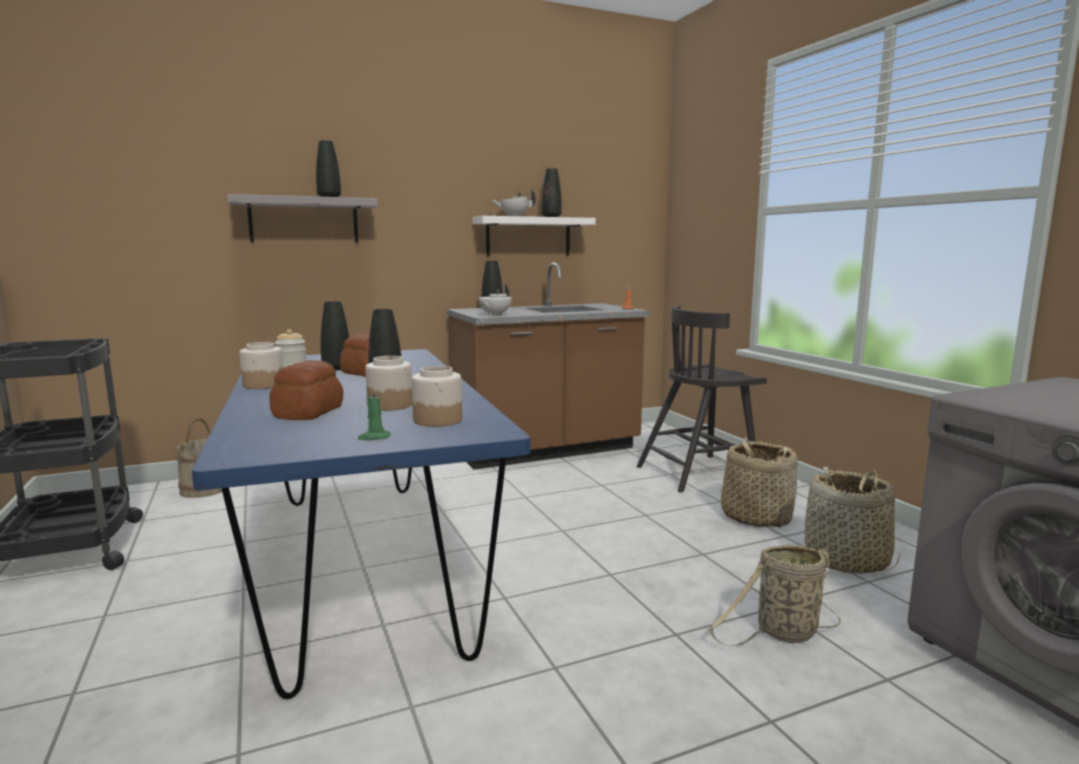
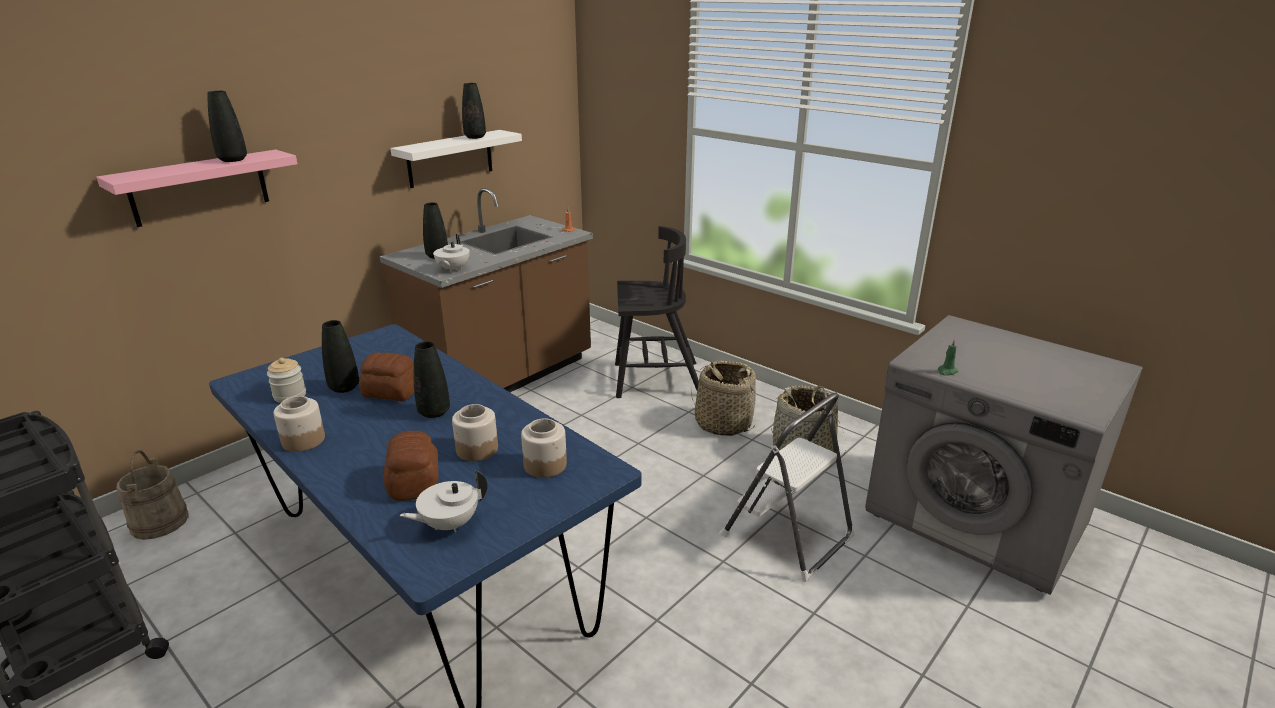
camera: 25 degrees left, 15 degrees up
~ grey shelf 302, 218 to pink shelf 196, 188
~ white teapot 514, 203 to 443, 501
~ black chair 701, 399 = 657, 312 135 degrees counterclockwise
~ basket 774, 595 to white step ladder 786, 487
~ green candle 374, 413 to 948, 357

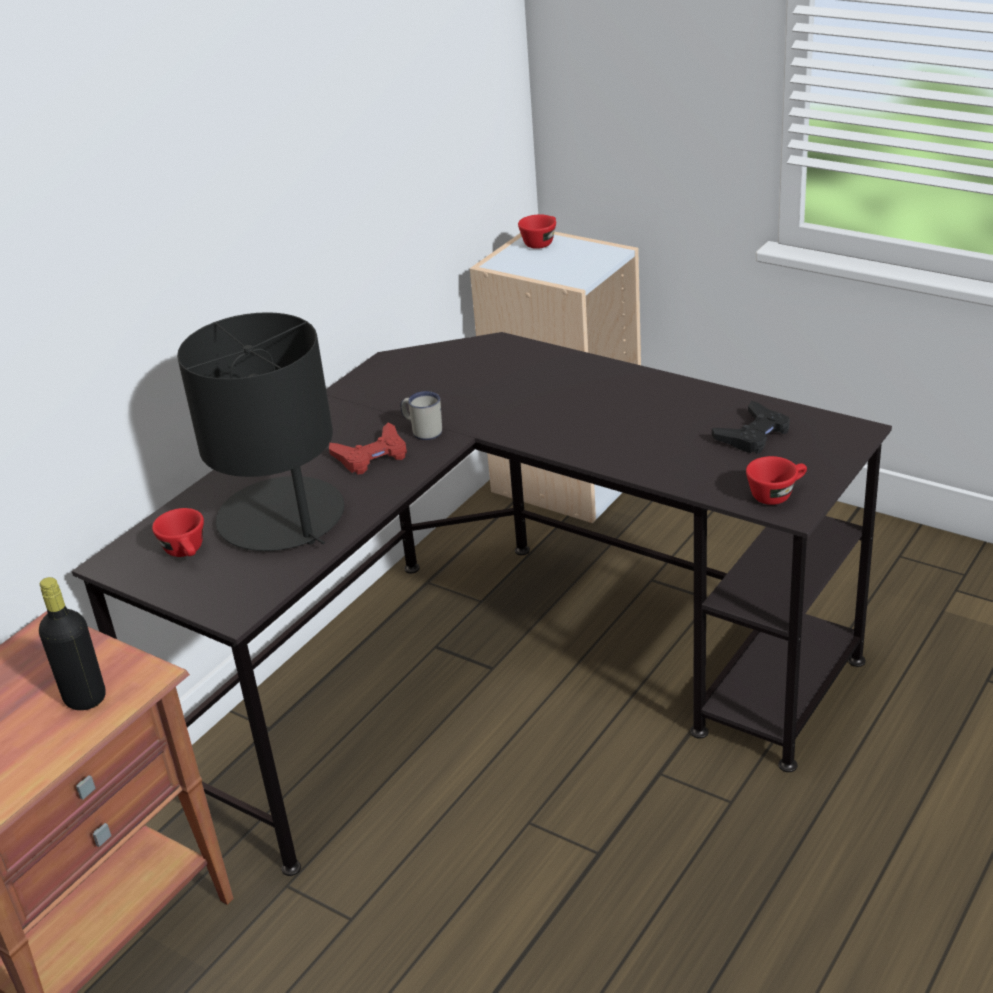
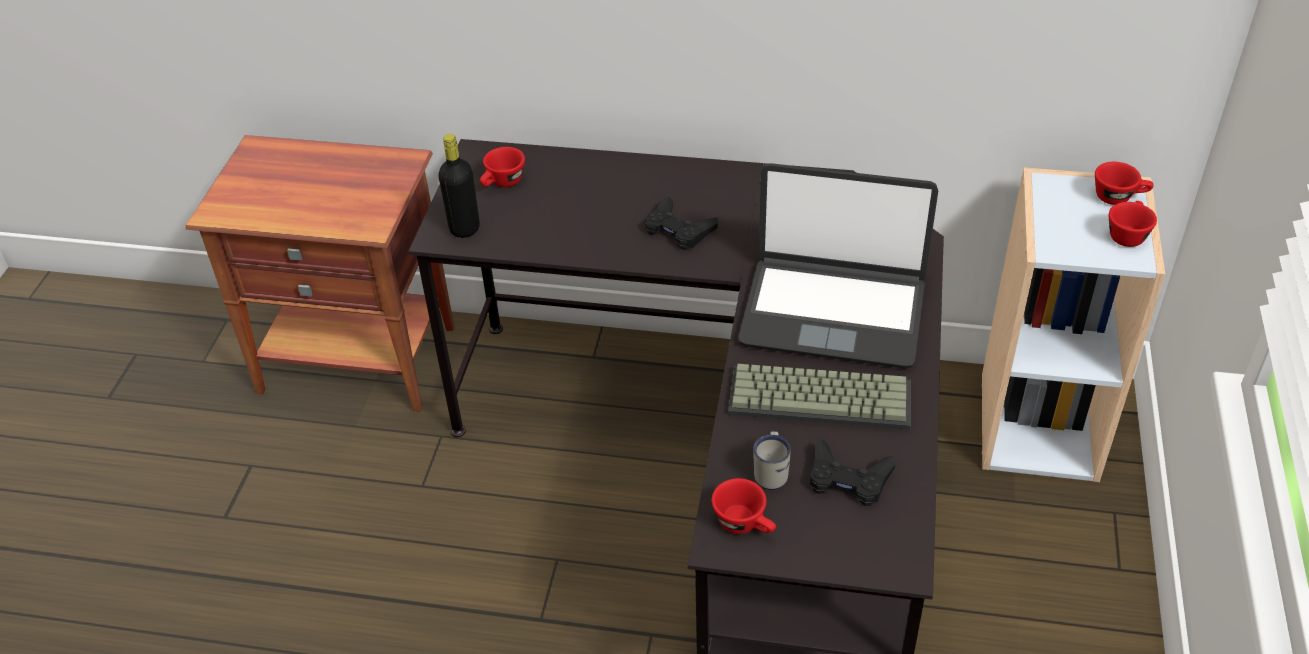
camera: 65 degrees right, 10 degrees up
~ black bottle 72, 643 to 459, 186
~ red game controller 368, 448 to black game controller 681, 223
+ keyboard 819, 397
+ laptop 838, 266
~ white mug 421, 415 to 772, 460
+ red cup 1133, 224
- black table lamp 260, 431

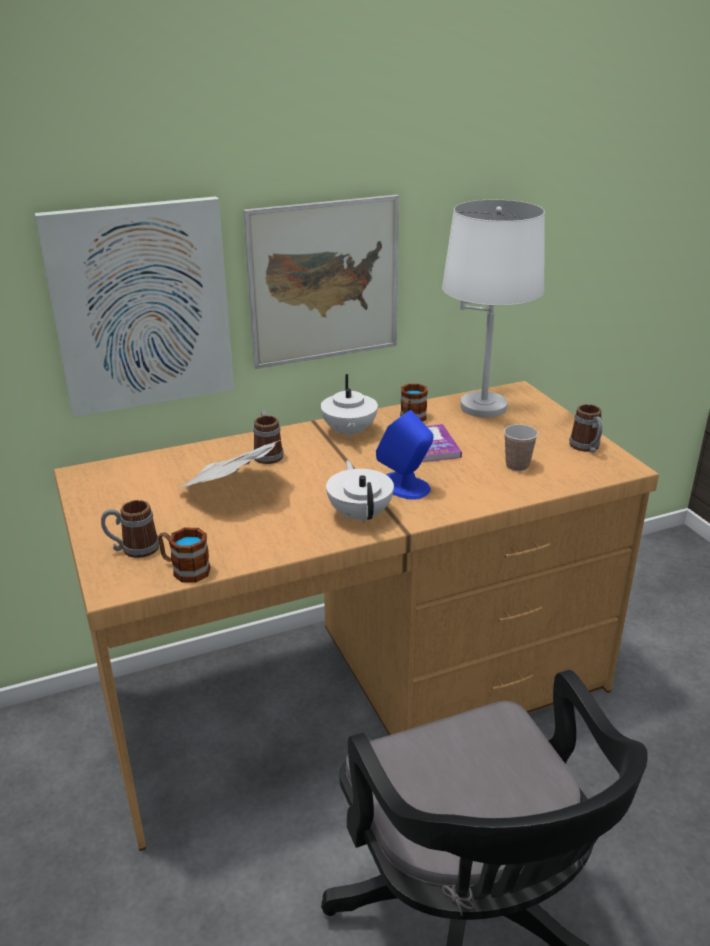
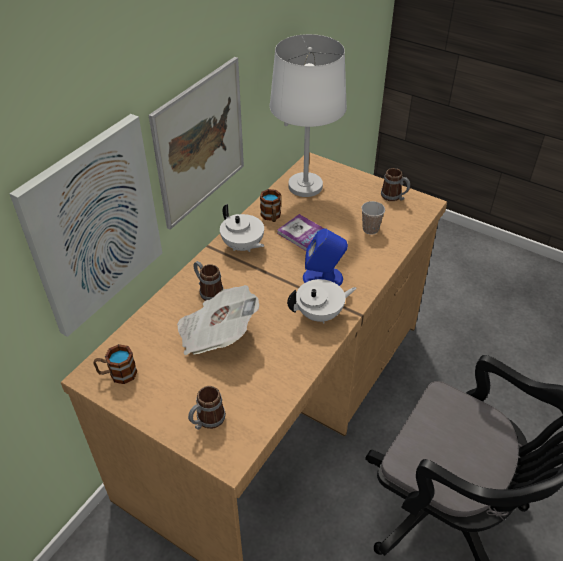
camera: 35 degrees left, 15 degrees up
~ mug 184, 555 to 115, 364
~ white teapot 360, 492 = 322, 301 120 degrees clockwise

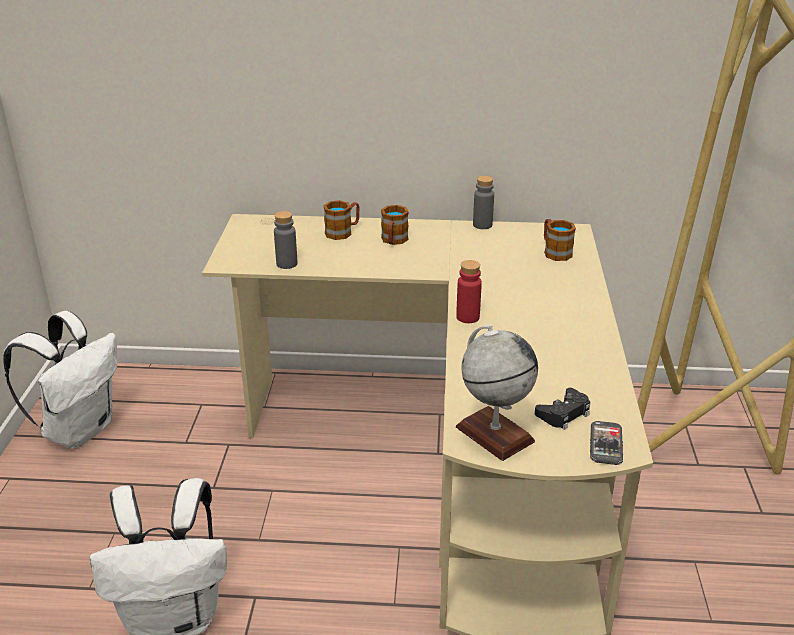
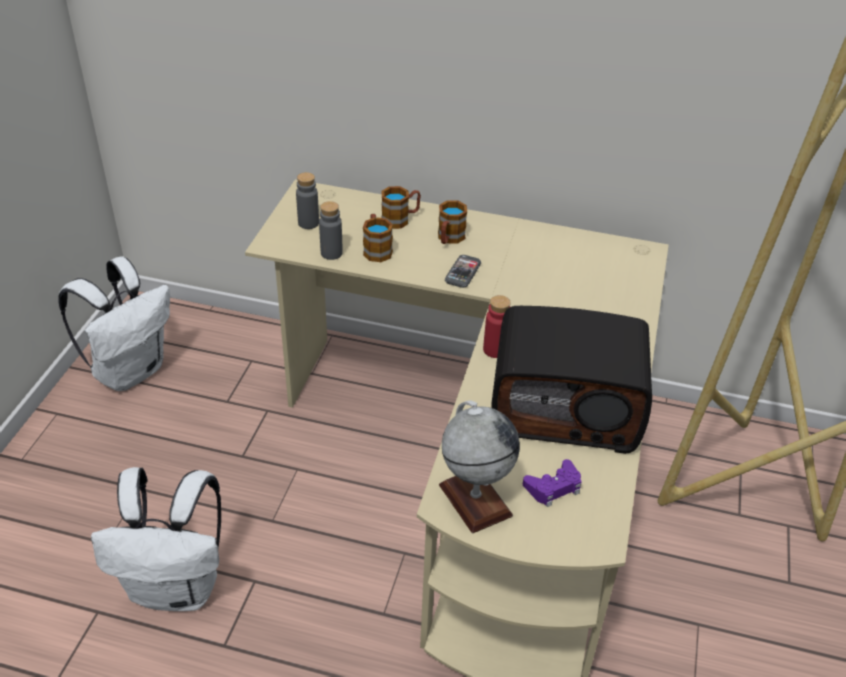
camera: 10 degrees right, 10 degrees up
~ grey bottle 483, 202 to 307, 200
~ mug 560, 240 to 378, 238
~ phone 606, 443 to 463, 271
+ radio 571, 380
~ black game controller 562, 409 to purple game controller 552, 483

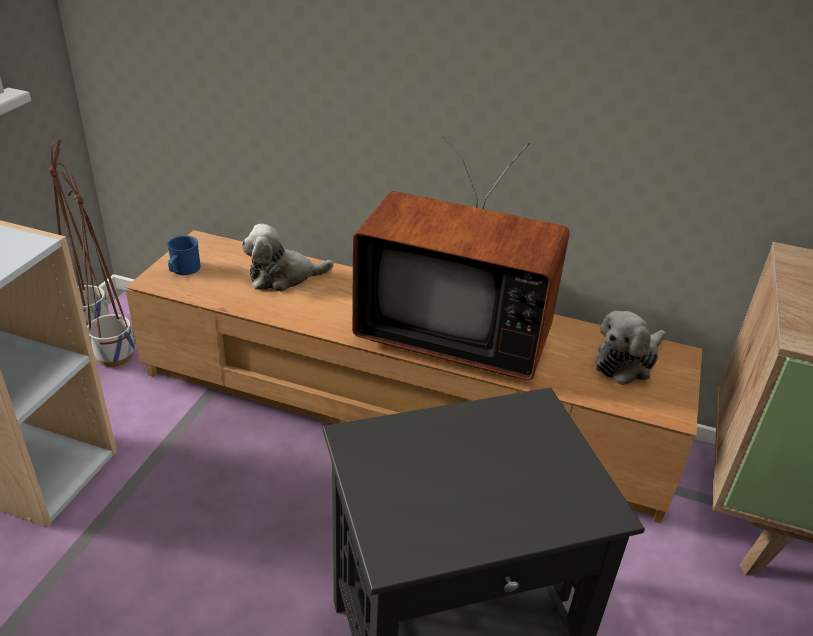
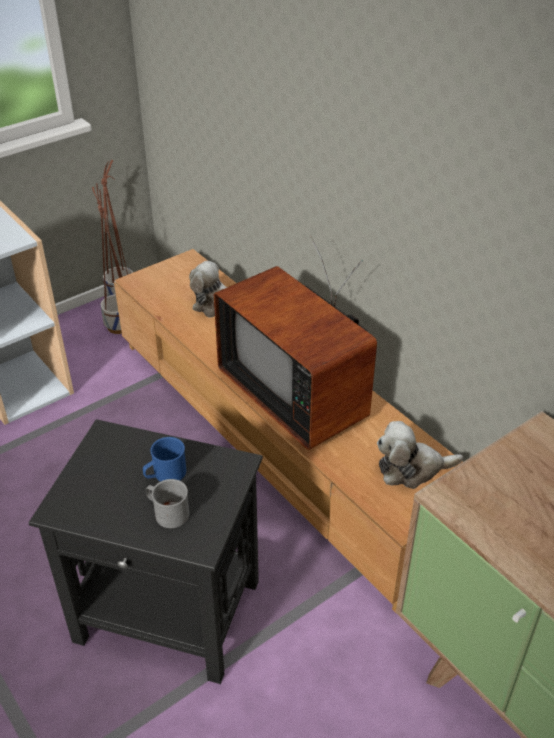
camera: 35 degrees right, 5 degrees up
~ blue mug 184, 255 to 164, 459
+ grey mug 167, 503

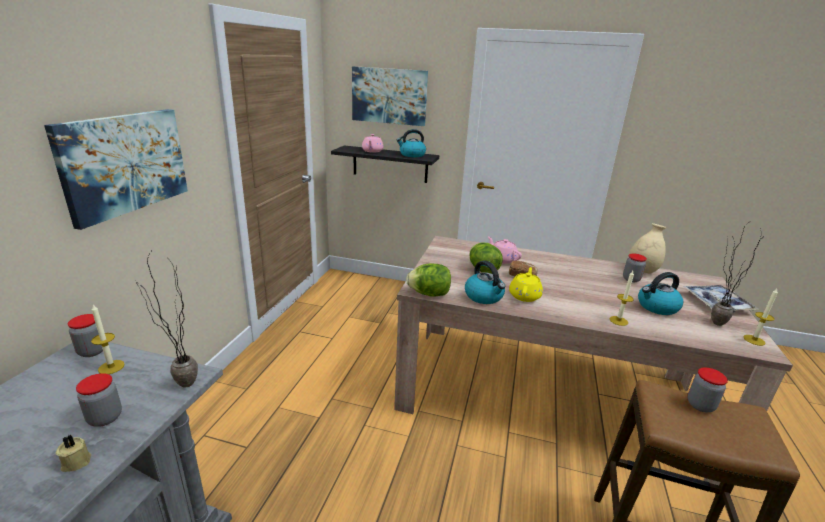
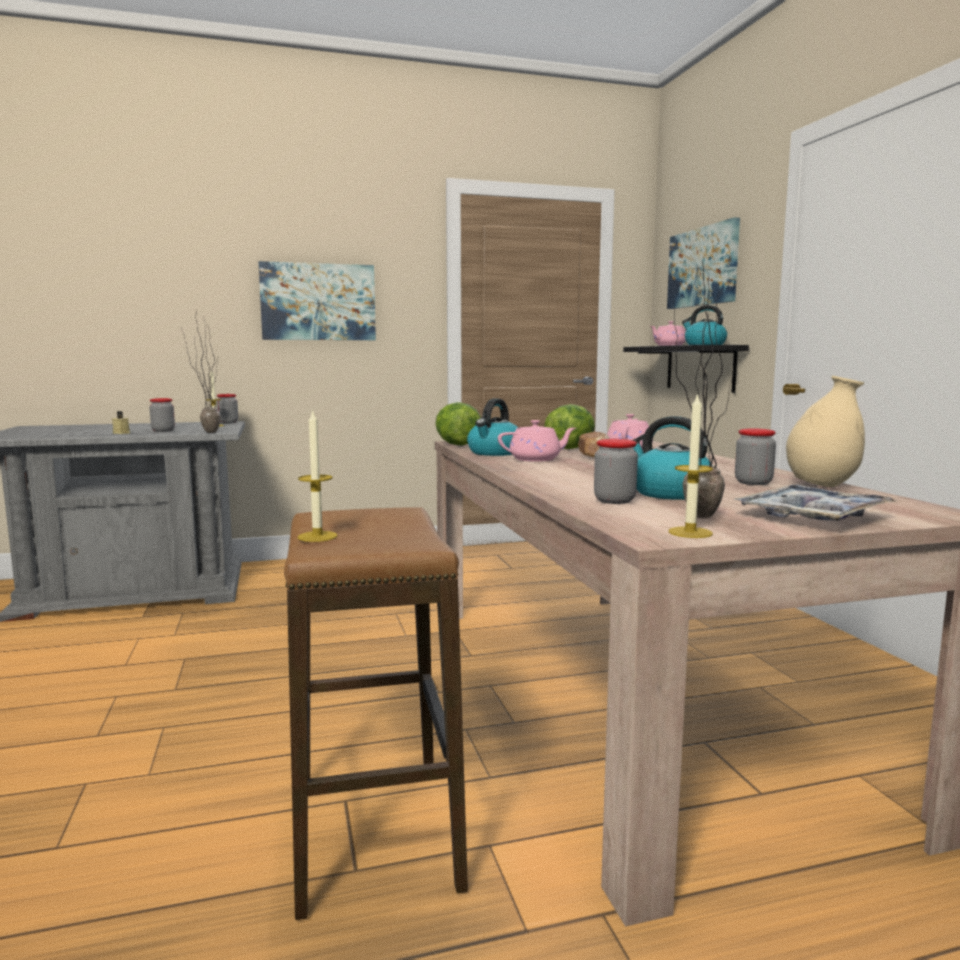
camera: 60 degrees right, 15 degrees down
~ candle 622, 298 to 318, 476
~ yellow teapot 526, 284 to pink teapot 537, 441
~ jar 708, 389 to 616, 471

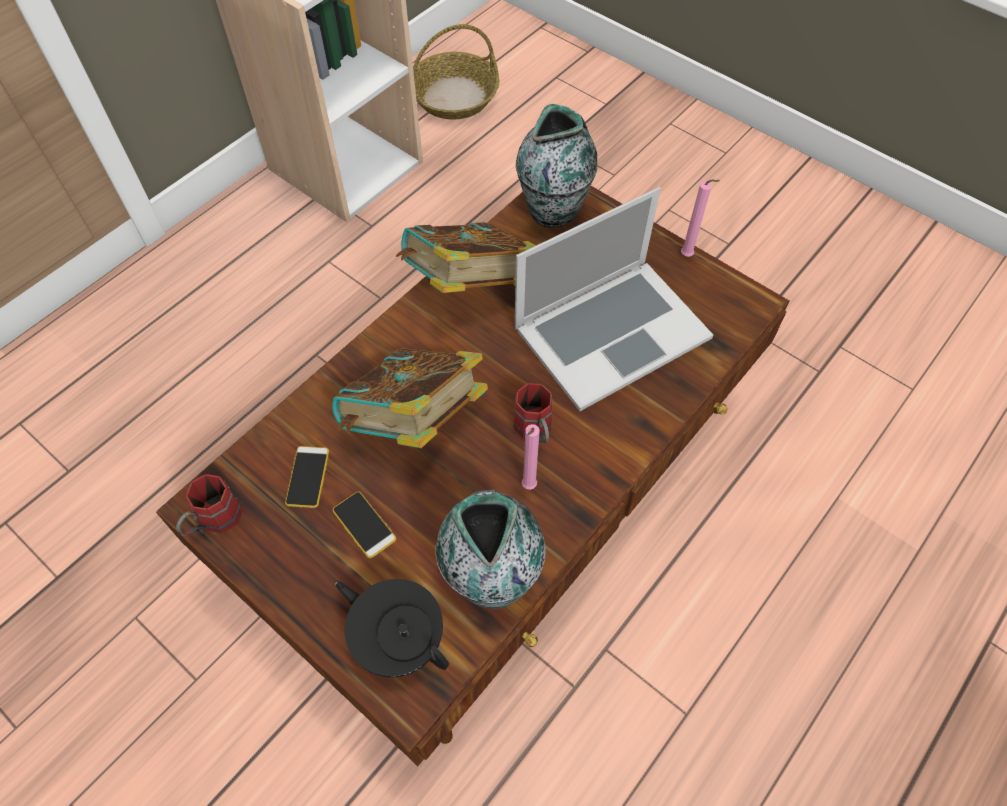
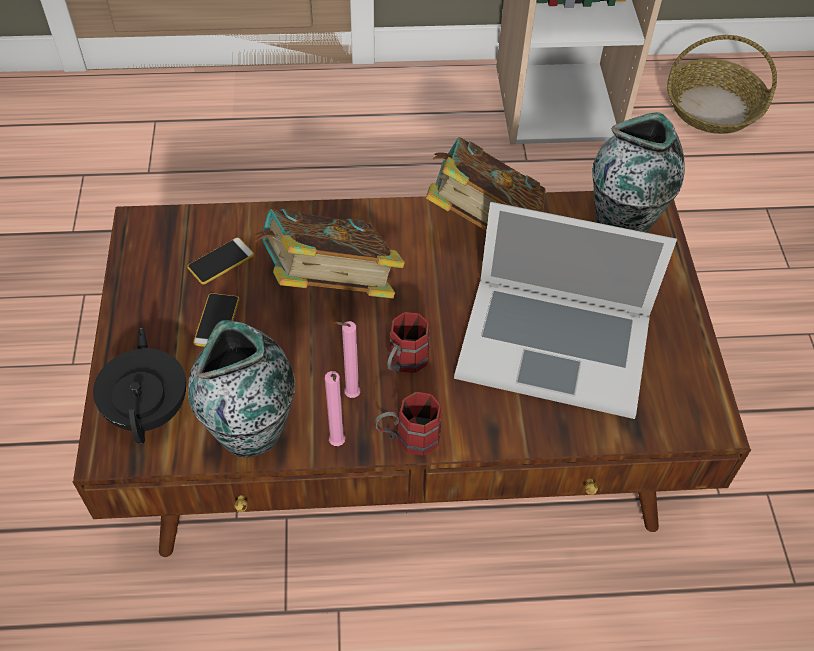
camera: 45 degrees right, 5 degrees down
~ pink candle 700, 218 to 335, 408
~ red mug 209, 505 to 408, 423

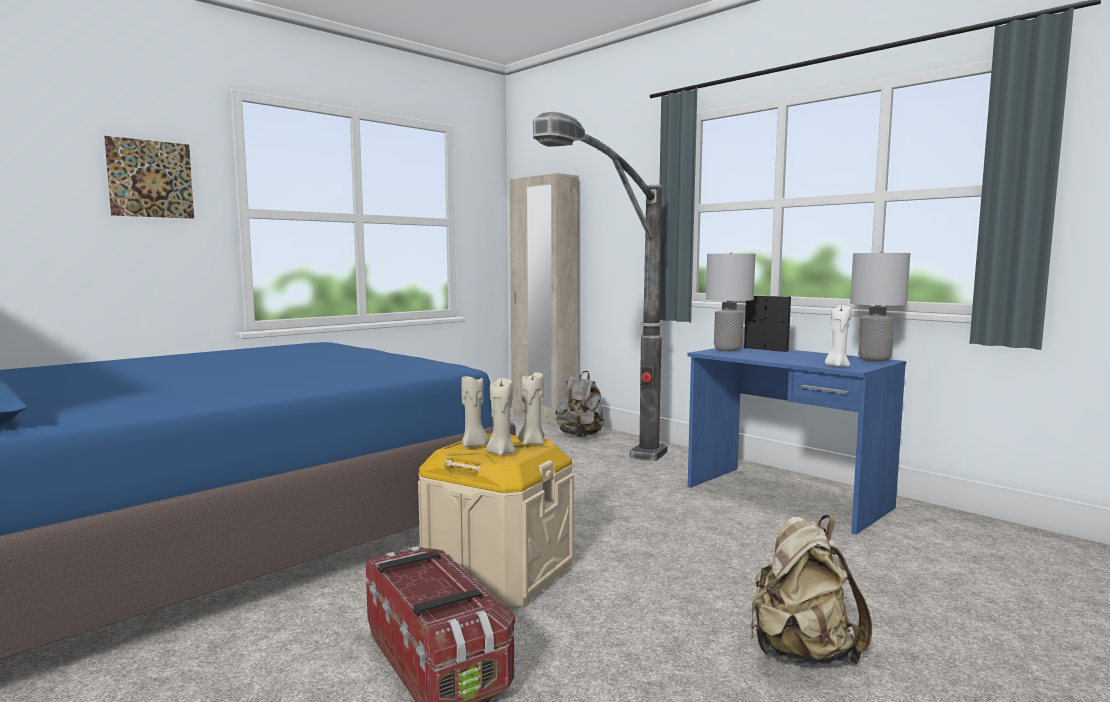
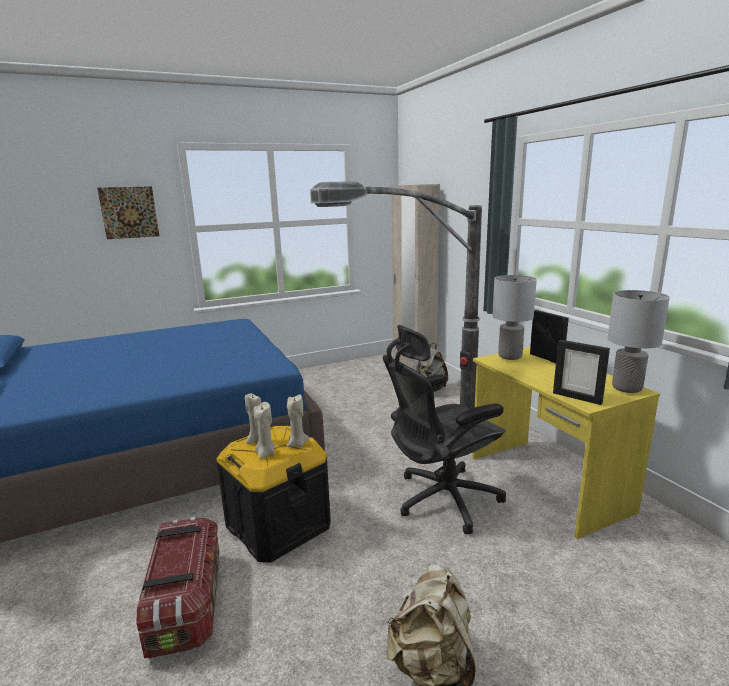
camera: 20 degrees right, 10 degrees up
~ beige storage box 496, 520 to black storage box 273, 494
+ office chair 444, 429
~ blue desk 796, 440 to yellow desk 566, 443
~ white candle 838, 336 to picture frame 581, 372

